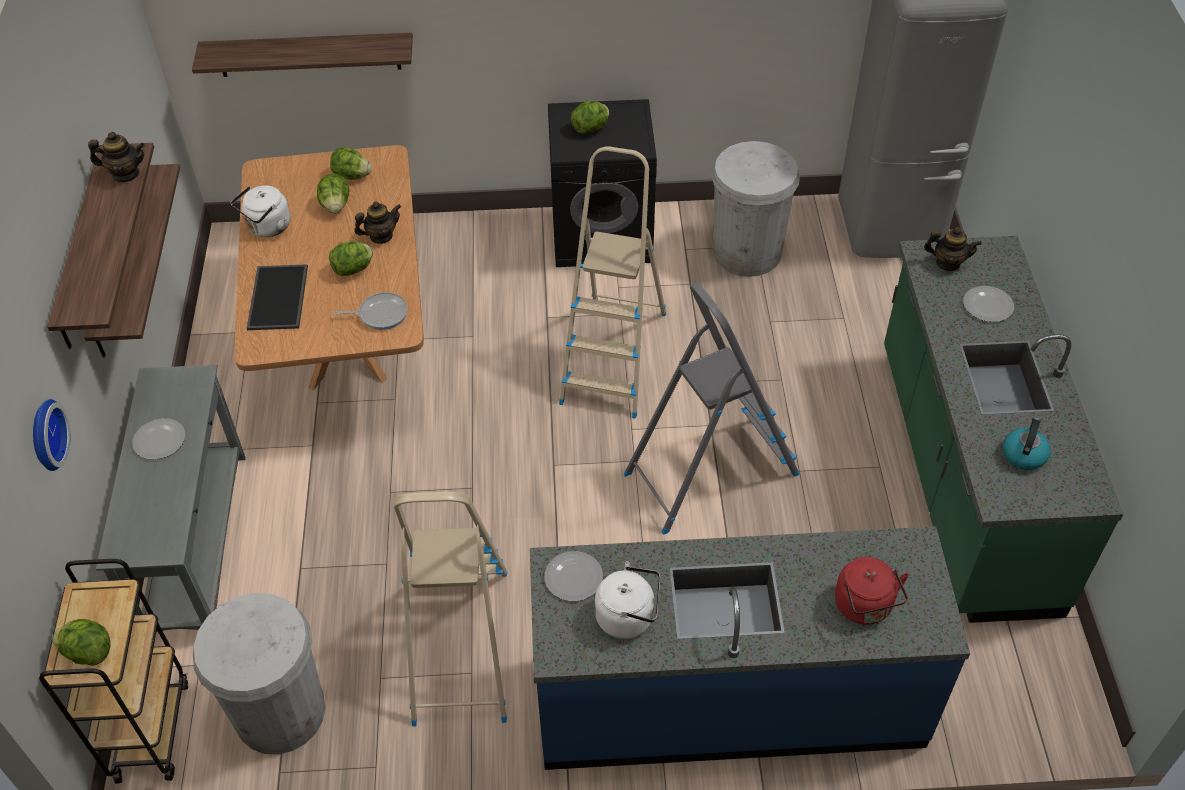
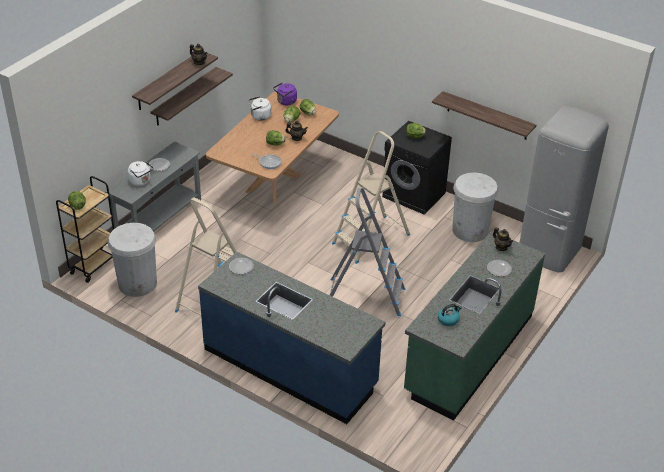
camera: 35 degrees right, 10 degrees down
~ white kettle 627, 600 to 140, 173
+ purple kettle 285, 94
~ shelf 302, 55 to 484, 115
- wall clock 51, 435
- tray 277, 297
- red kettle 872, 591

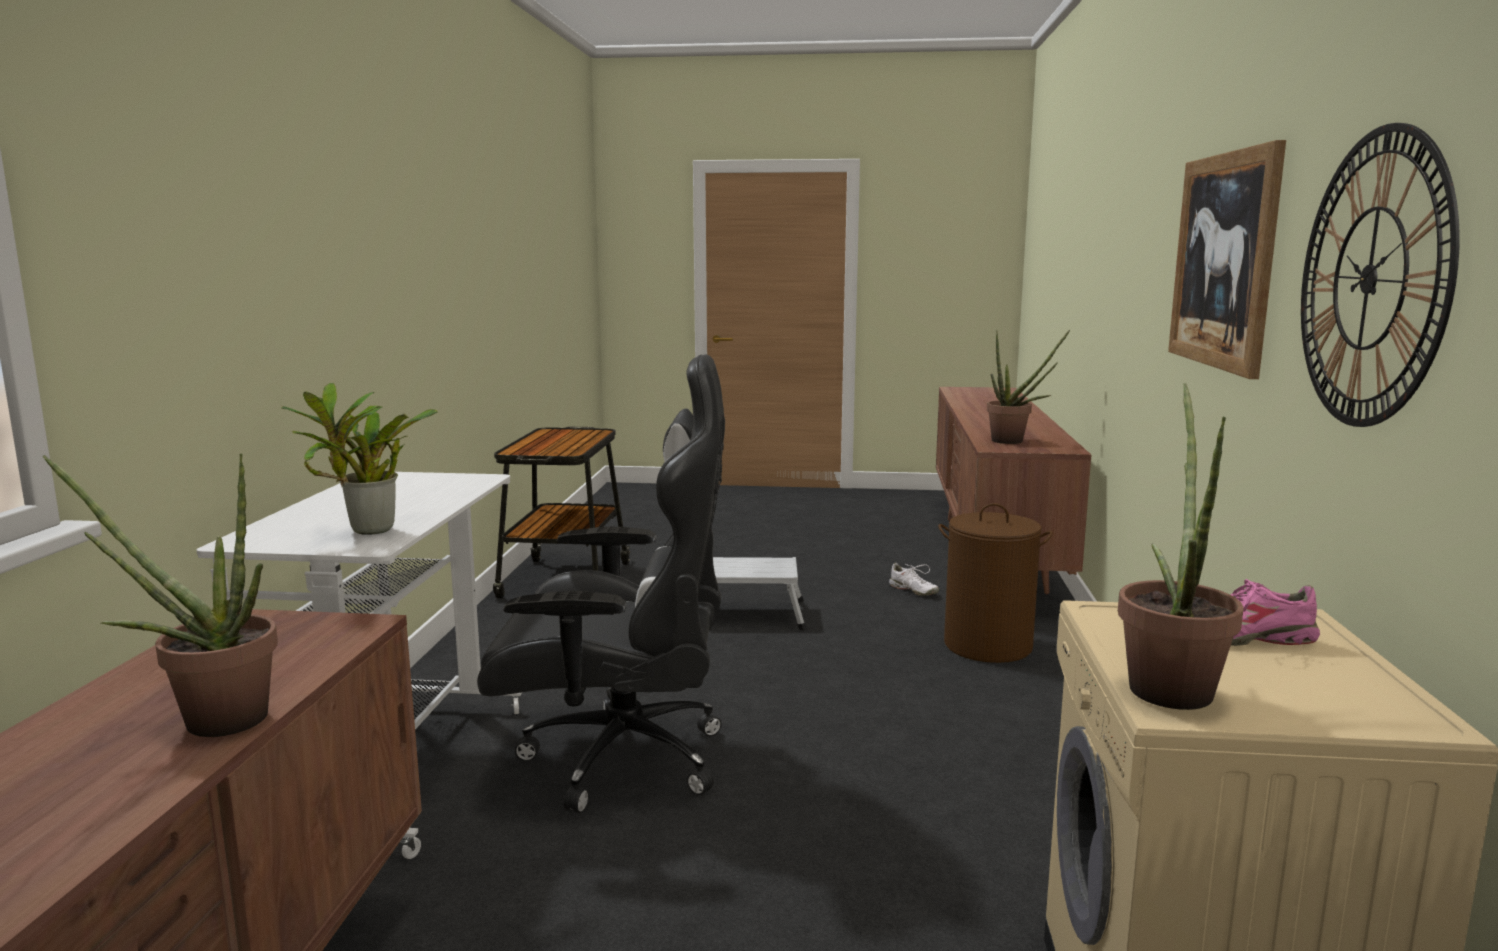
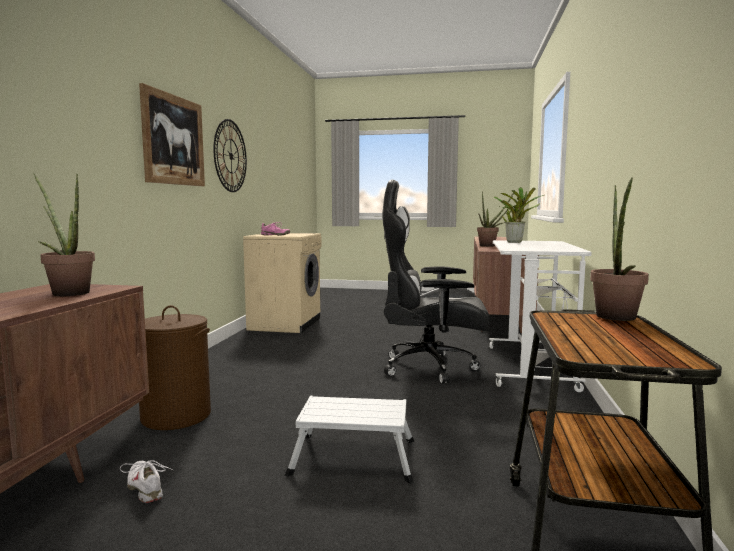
camera: 175 degrees left, 5 degrees down
~ potted plant 1181, 546 to 619, 249

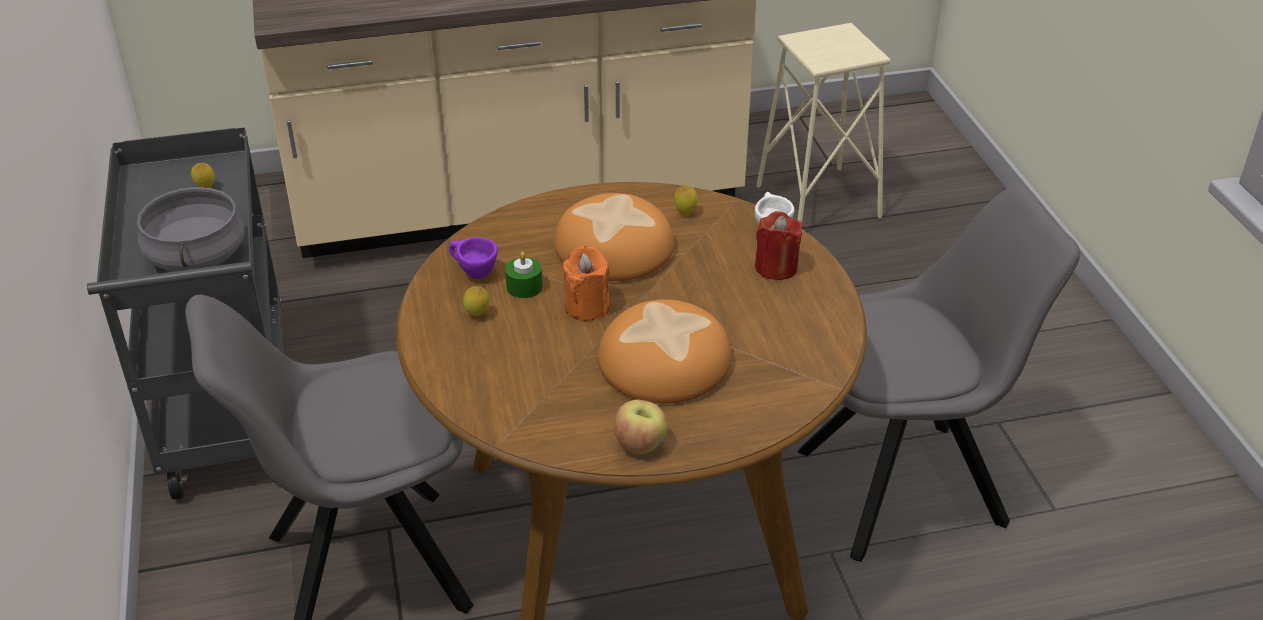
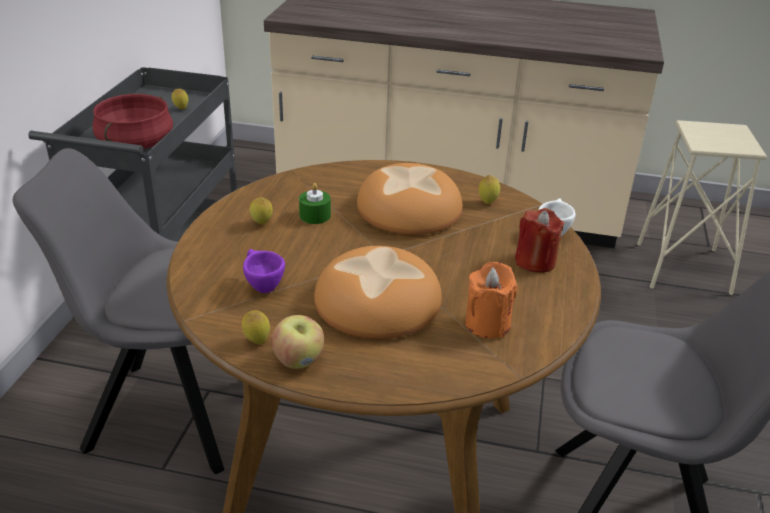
camera: 25 degrees right, 5 degrees down
~ grey cooking pot 190, 228 to red cooking pot 133, 121
+ lemon 256, 327
~ purple cup 473, 258 to 264, 271
~ orange candle 586, 283 to 491, 300

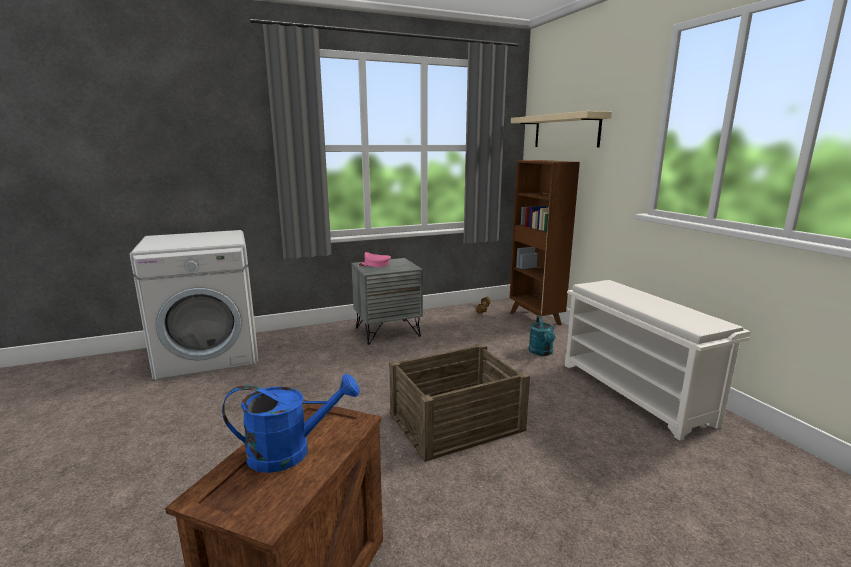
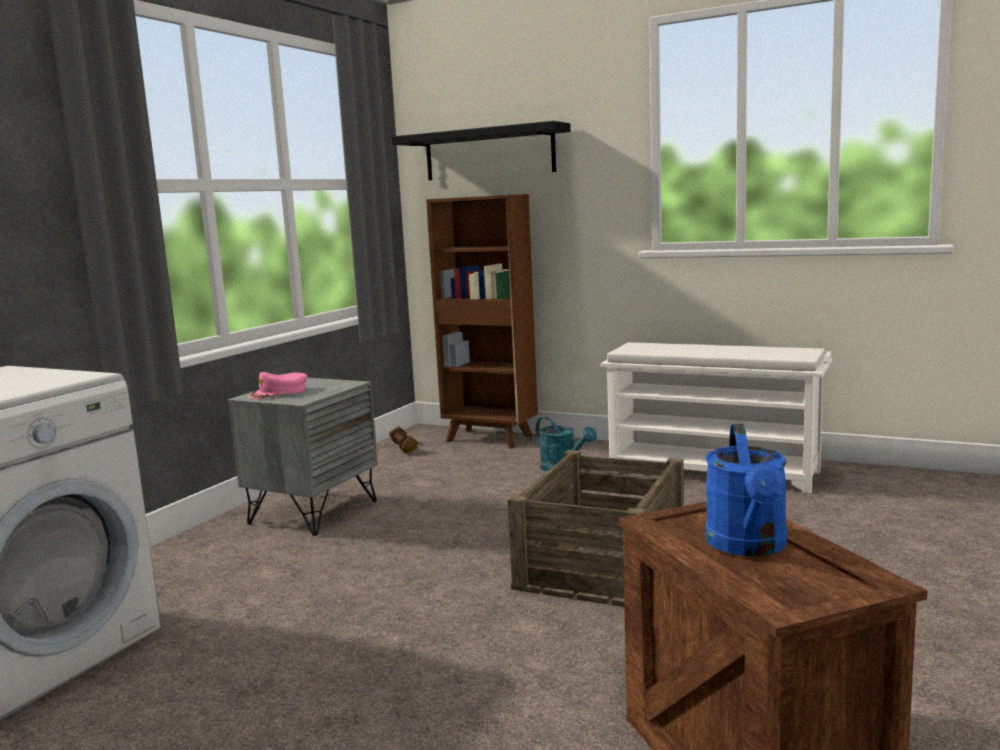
camera: 40 degrees left, 5 degrees down
~ beige shelf 561, 129 to black shelf 481, 150
~ blue watering can 291, 423 = 746, 490 150 degrees clockwise

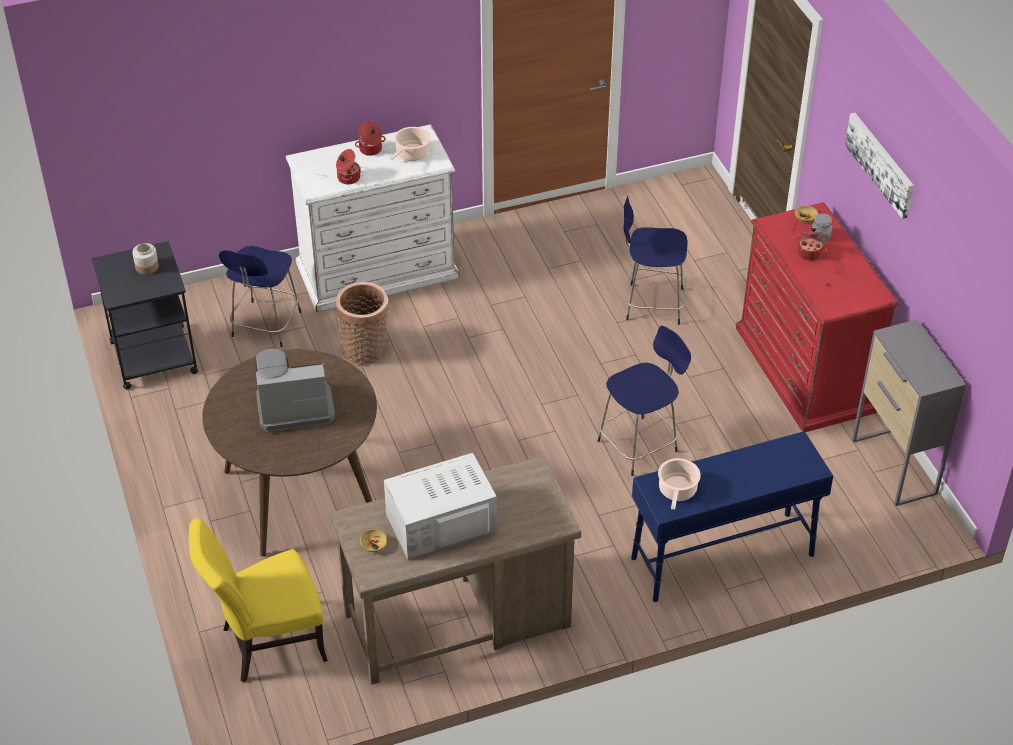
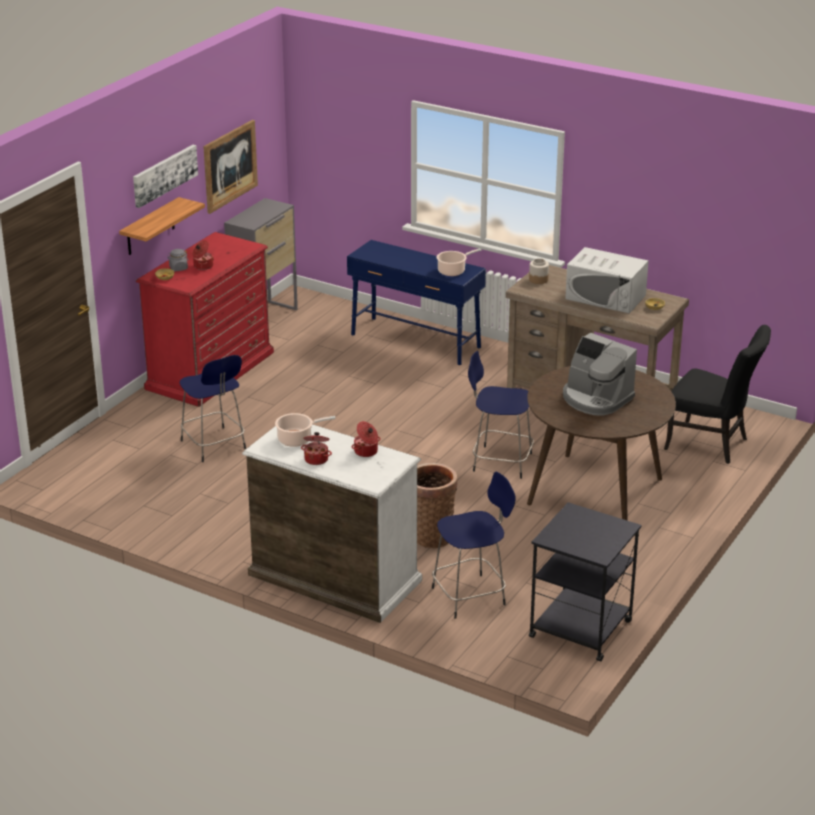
camera: 130 degrees left, 15 degrees down
+ shelf 162, 226
+ picture 230, 167
~ blue stool 644, 400 to 501, 415
~ jar 145, 259 to 539, 271
~ yellow chair 258, 600 to black chair 717, 394

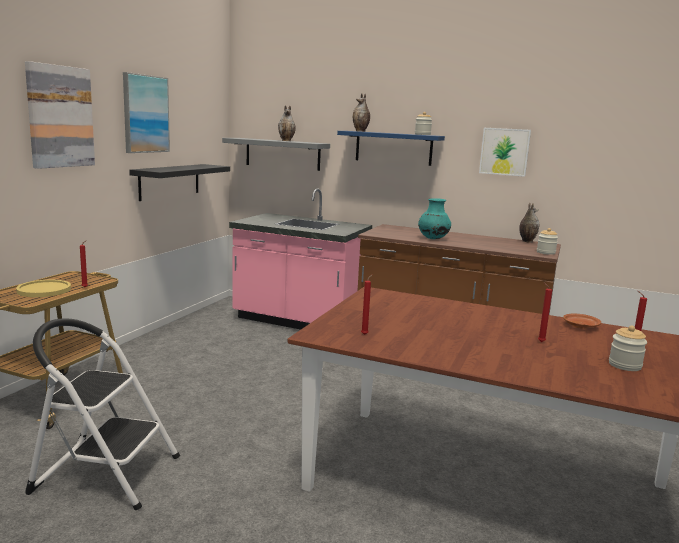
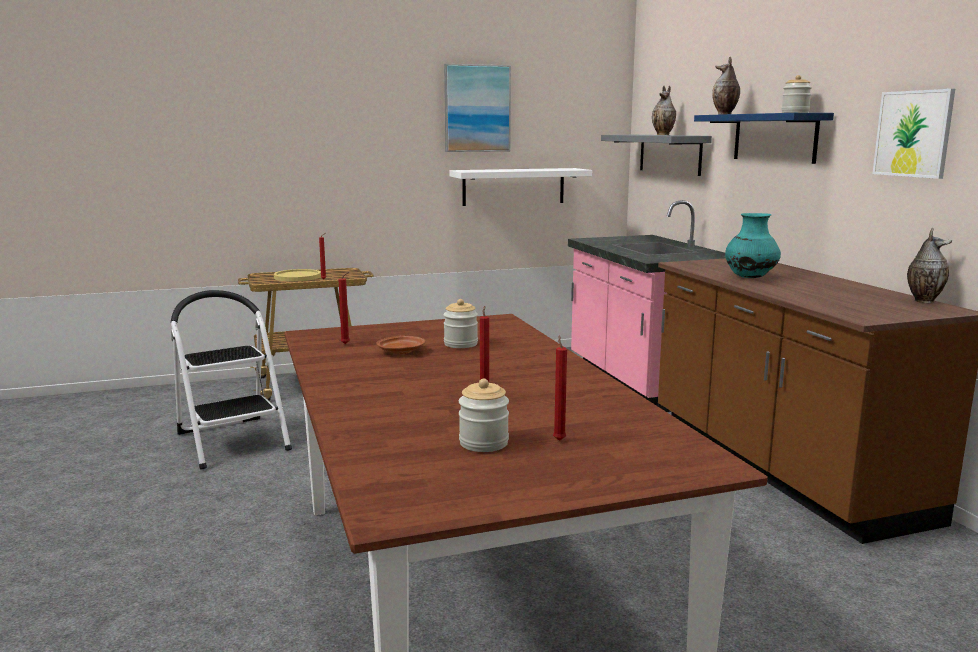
camera: 50 degrees right, 0 degrees up
~ brown plate 582, 321 to 400, 345
~ jar 547, 241 to 460, 323
~ black shelf 179, 182 to white shelf 521, 187
- picture 60, 115

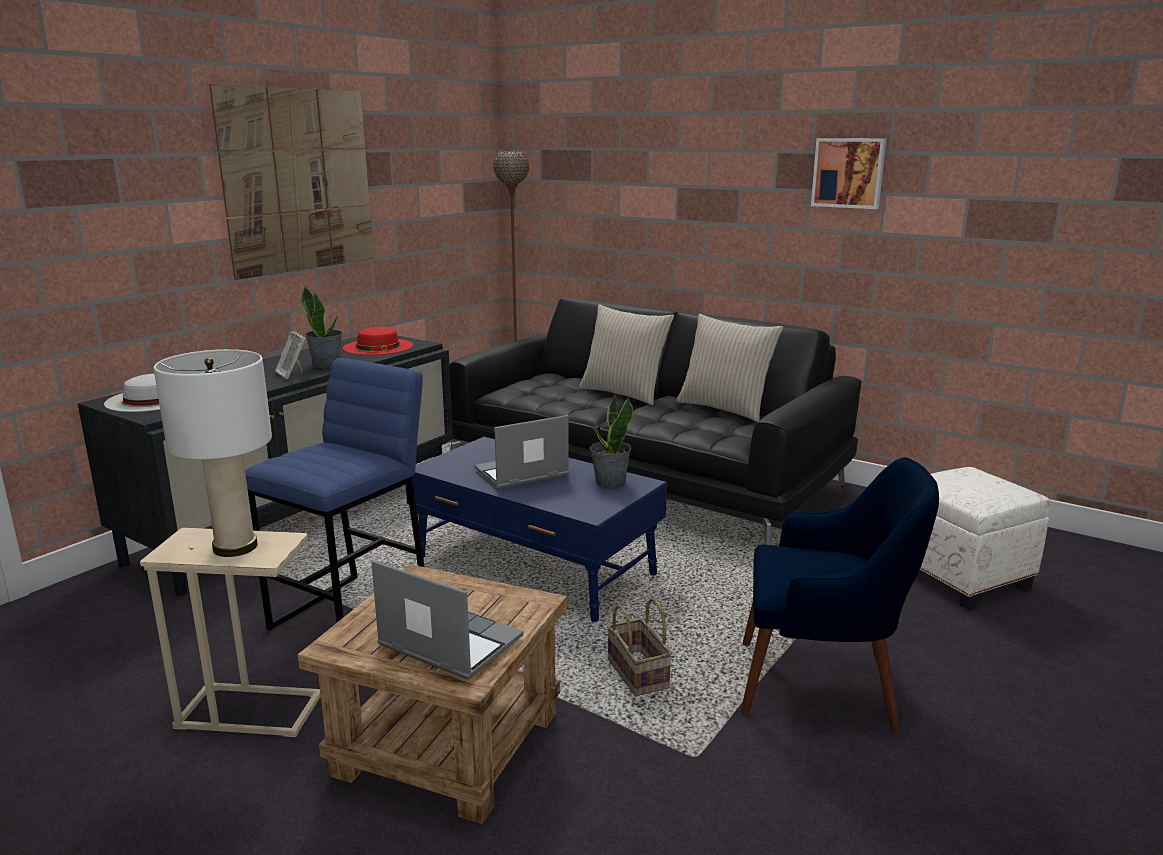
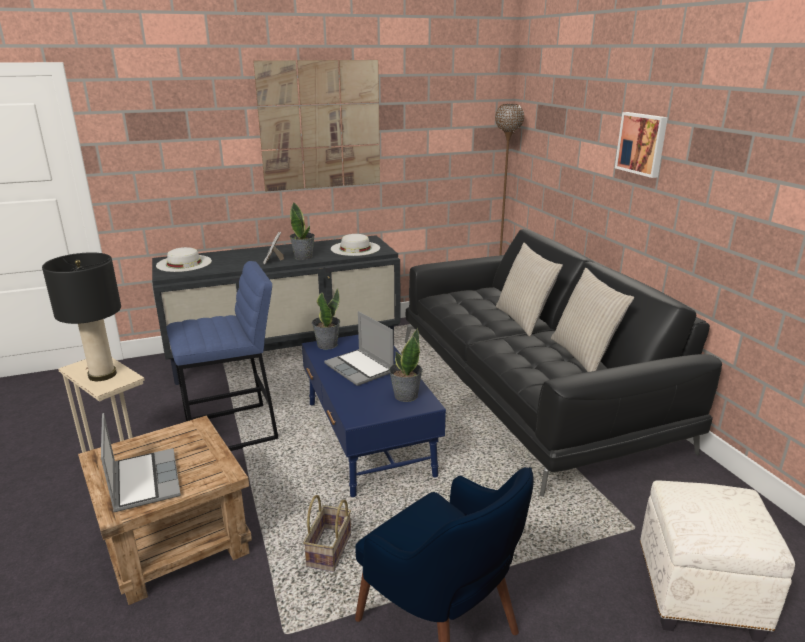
camera: 35 degrees right, 5 degrees up
~ white table lamp 213, 453 to black table lamp 81, 316
+ potted plant 326, 319
~ laptop 521, 452 = 359, 348 135 degrees counterclockwise
~ red hat 378, 341 to white hat 355, 245
~ picture 848, 173 to 641, 145

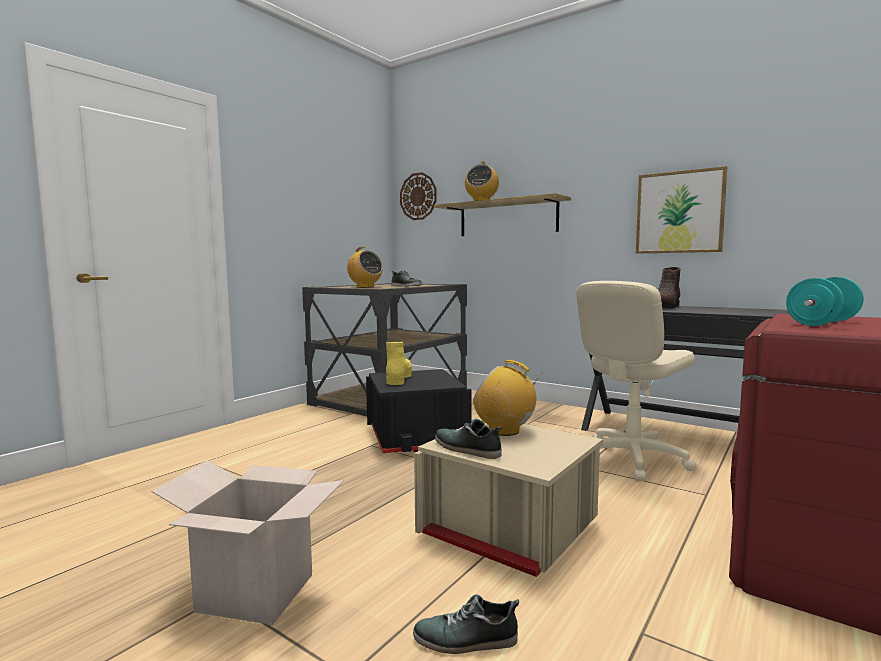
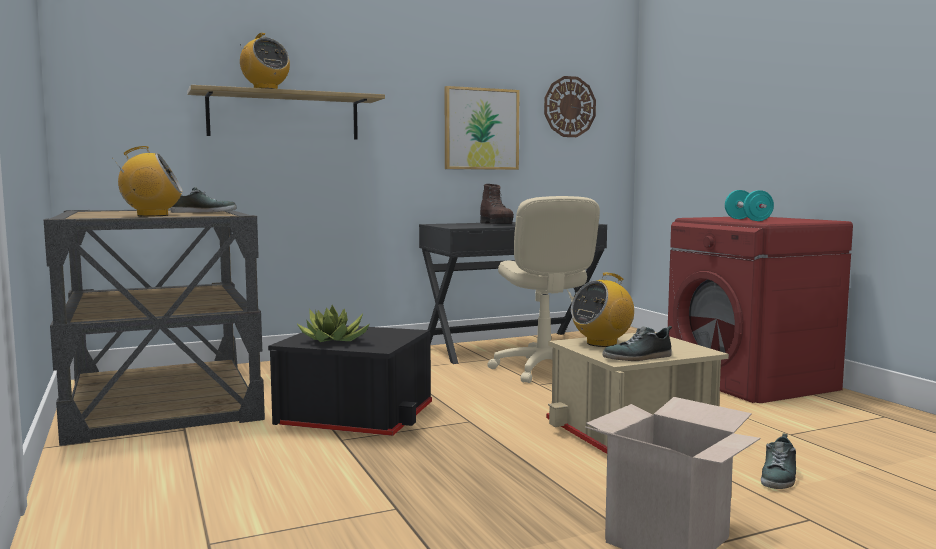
camera: 60 degrees left, 0 degrees up
~ yellow boot 399, 363 to potted plant 333, 323
~ wall clock 418, 196 to 570, 106

